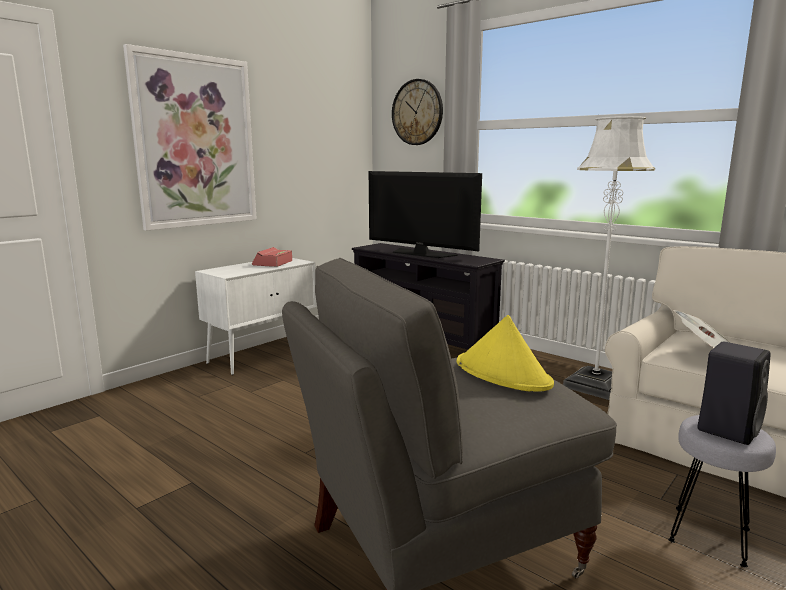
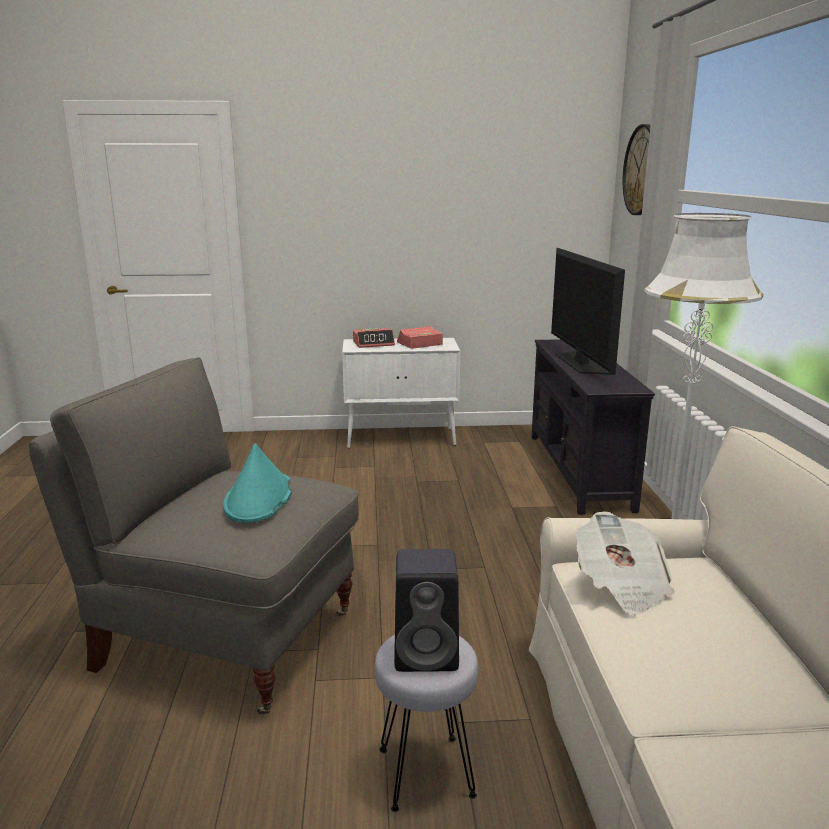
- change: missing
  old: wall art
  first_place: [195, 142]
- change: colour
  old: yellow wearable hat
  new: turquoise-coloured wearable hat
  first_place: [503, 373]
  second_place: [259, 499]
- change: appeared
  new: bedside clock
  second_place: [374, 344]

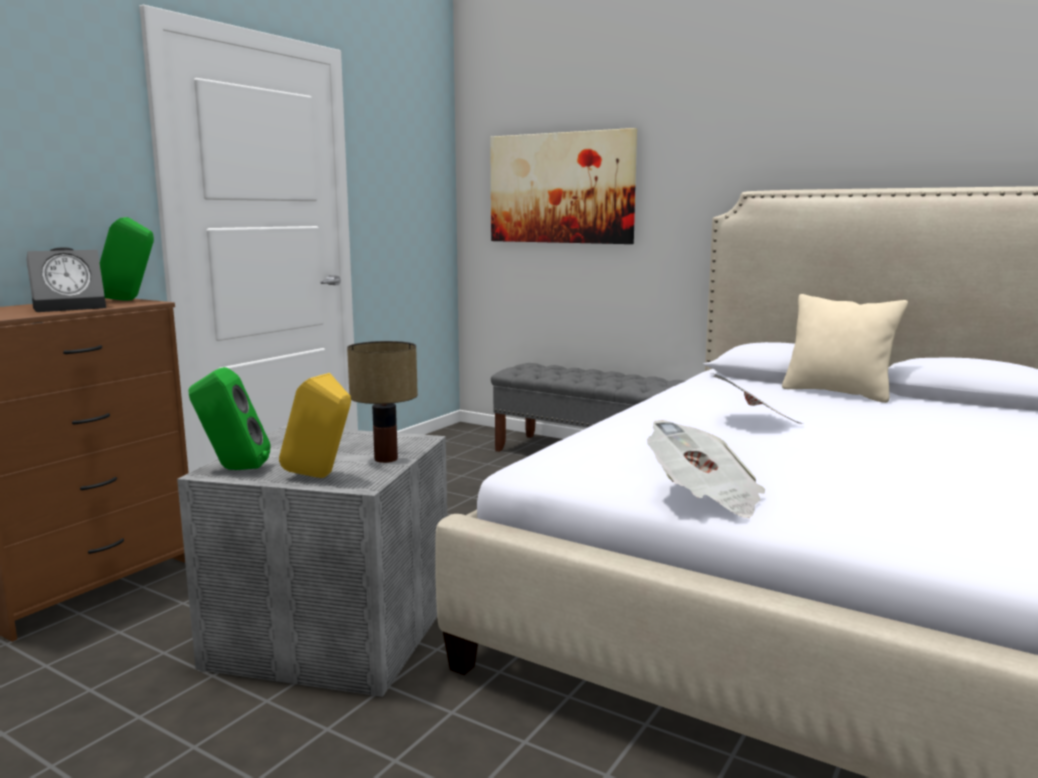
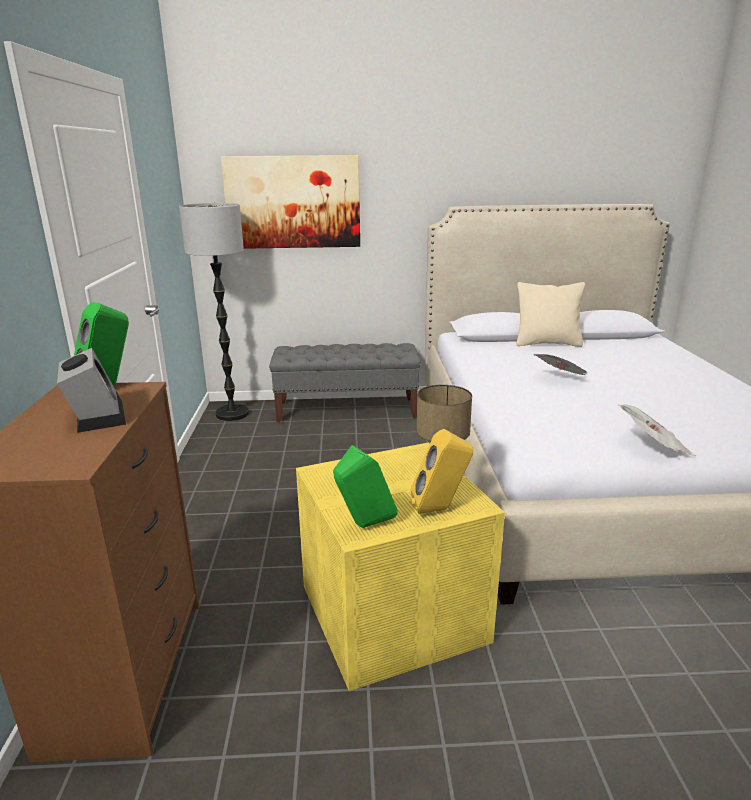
- change: spun
  old: bedside clock
  first_place: [71, 307]
  second_place: [96, 415]
  degrees: -45
- change: colour
  old: greyish storage bin
  new: yellow storage bin
  first_place: [331, 629]
  second_place: [389, 612]
- change: appeared
  new: standard lamp
  second_place: [232, 414]

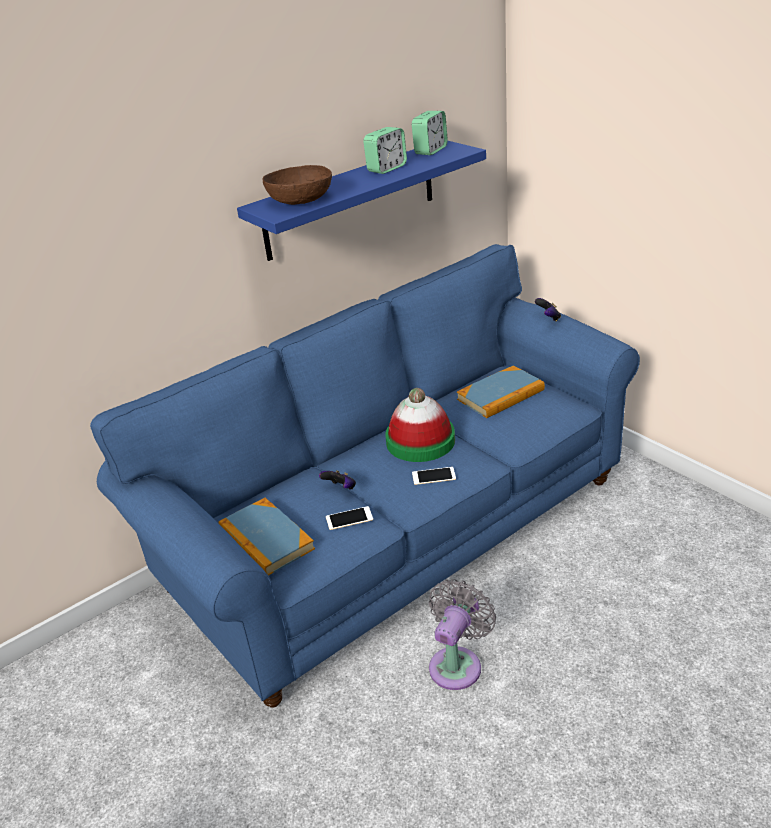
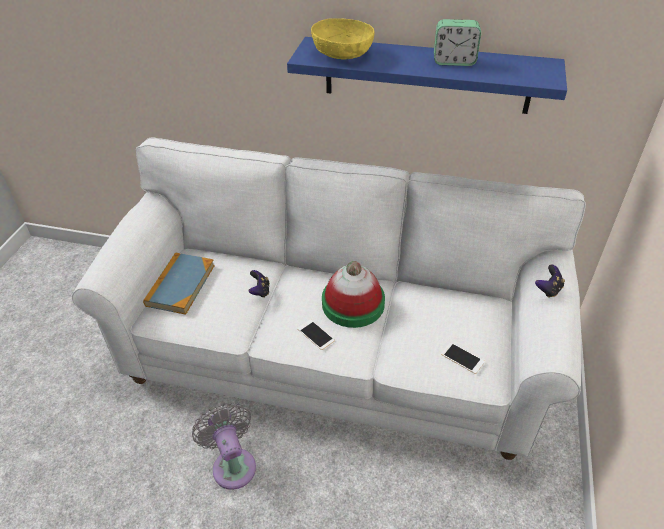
- change: missing
  old: bedside clock
  first_place: [430, 150]
- change: colour
  old: brown serving bowl
  new: yellow serving bowl
  first_place: [301, 200]
  second_place: [342, 54]
- change: colour
  old: bluish settee
  new: whitish settee
  first_place: [398, 535]
  second_place: [333, 354]
- change: missing
  old: volume
  first_place: [500, 395]
- change: relocated
  old: telephone
  first_place: [349, 518]
  second_place: [462, 358]
- change: spun
  old: greyish cooling fan
  first_place: [457, 664]
  second_place: [233, 464]
  degrees: -105

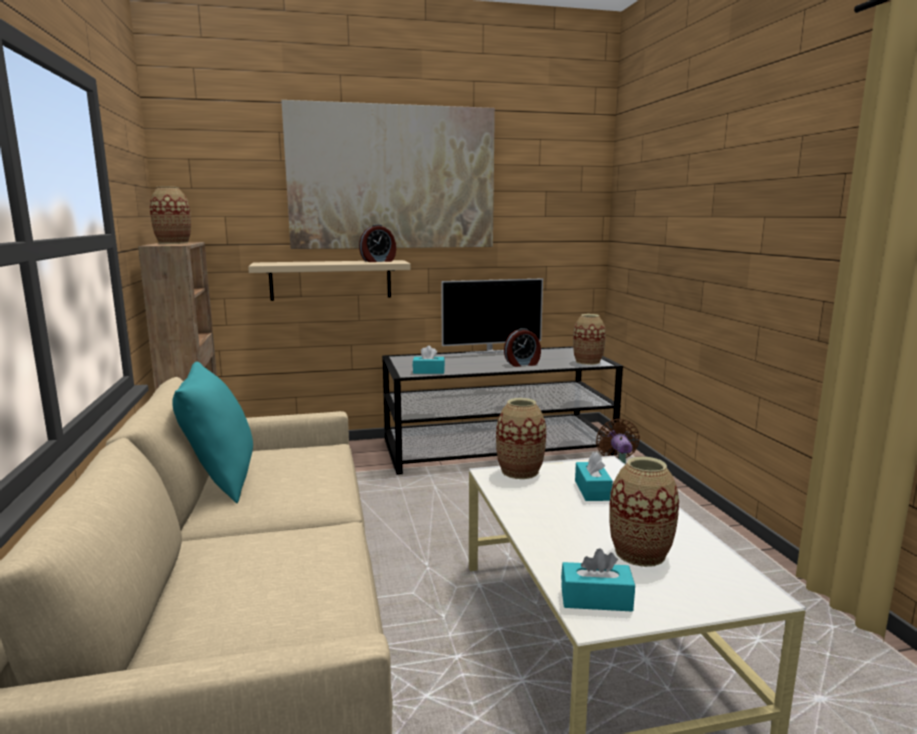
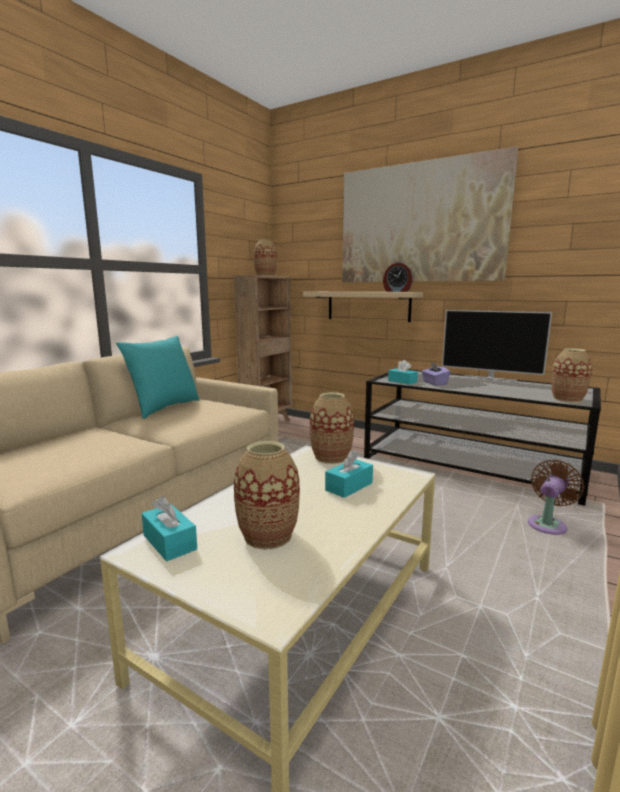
- change: missing
  old: bedside clock
  first_place: [522, 364]
- change: appeared
  new: purple tissue holder
  second_place: [434, 383]

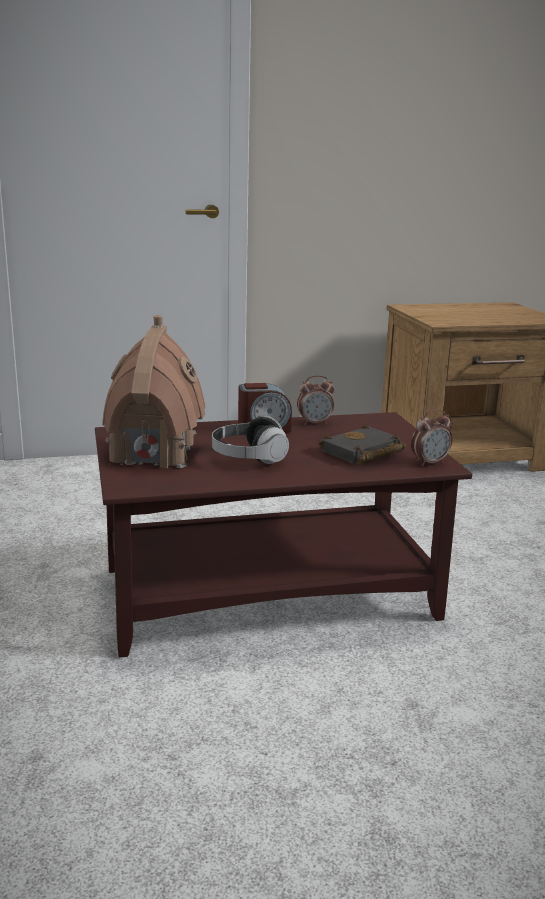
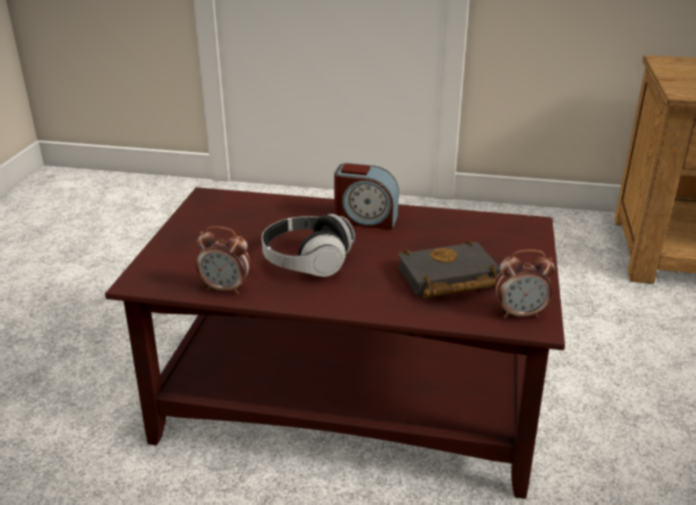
- change: missing
  old: miniature house
  first_place: [152, 452]
- change: relocated
  old: bedside clock
  first_place: [314, 423]
  second_place: [226, 288]

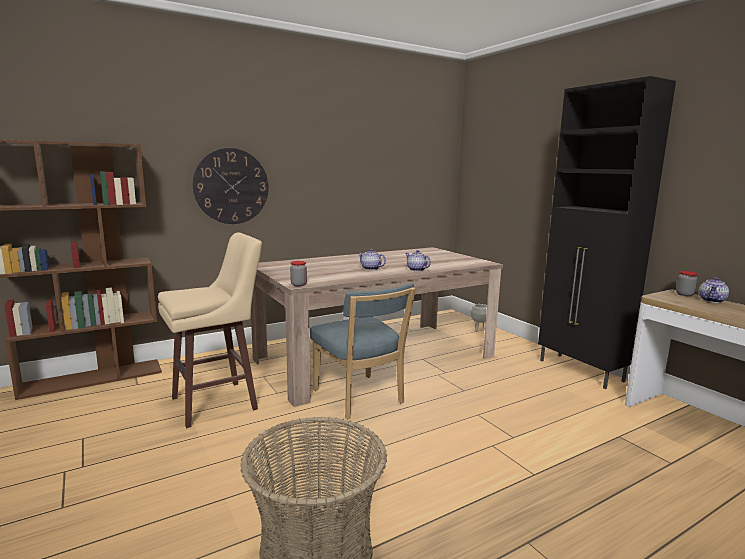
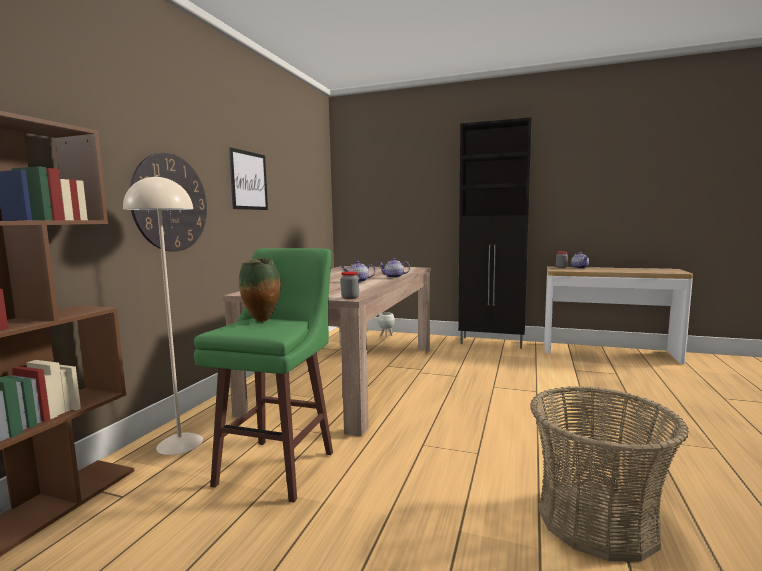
- change: colour
  old: beige-coloured sitting stool
  new: green-coloured sitting stool
  first_place: [217, 403]
  second_place: [278, 467]
- change: missing
  old: bluish upright chair
  first_place: [360, 398]
- change: appeared
  new: wall art
  second_place: [248, 180]
- change: appeared
  new: beige-coloured standard lamp
  second_place: [180, 443]
- change: appeared
  new: decorative vase
  second_place: [262, 321]

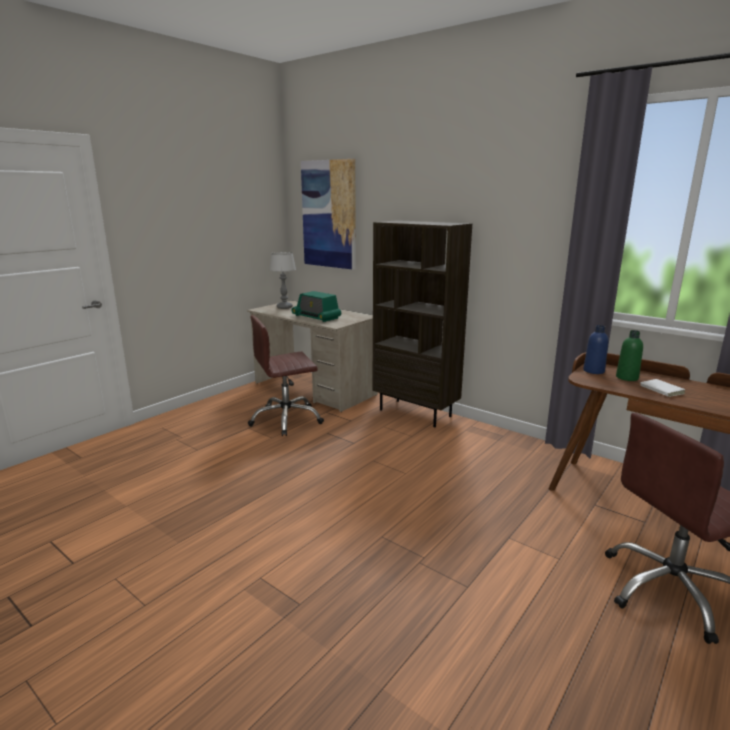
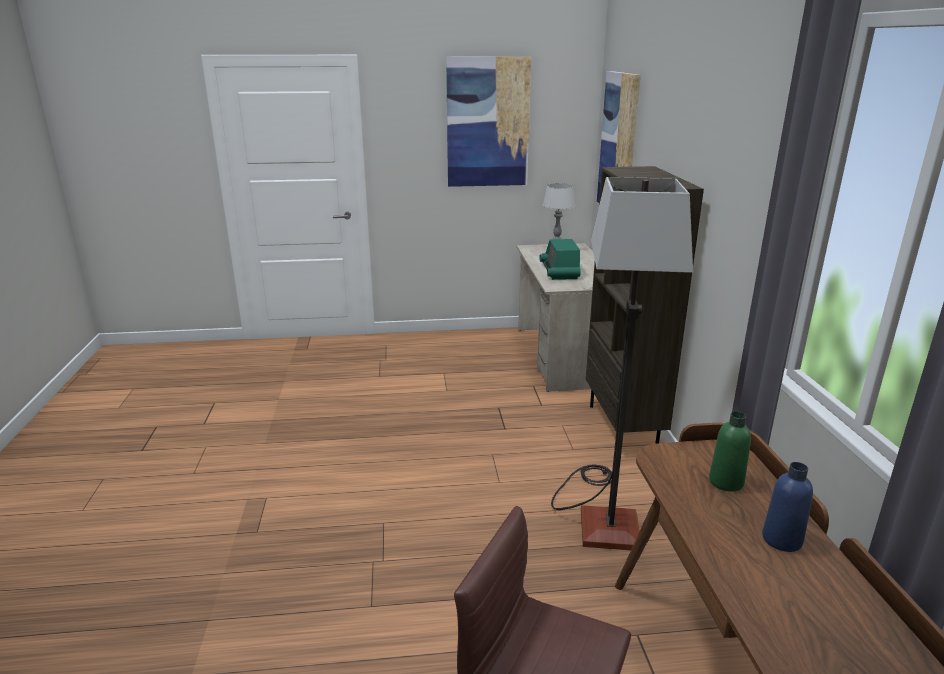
- change: missing
  old: brown desk chair
  first_place: [286, 419]
- change: relocated
  old: bluish bottle
  first_place: [593, 371]
  second_place: [782, 539]
- change: missing
  old: whitish volume
  first_place: [660, 390]
- change: appeared
  new: wall art
  second_place: [487, 123]
- change: appeared
  new: standard lamp
  second_place: [602, 516]

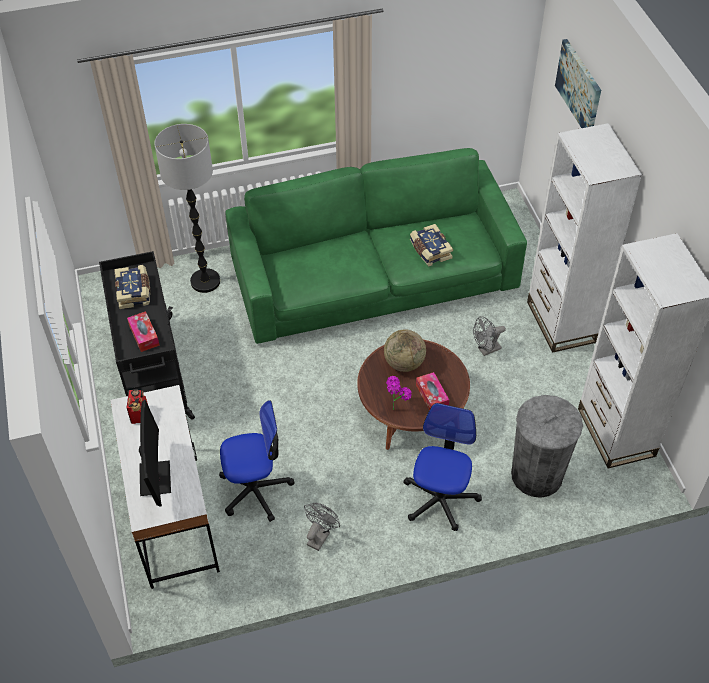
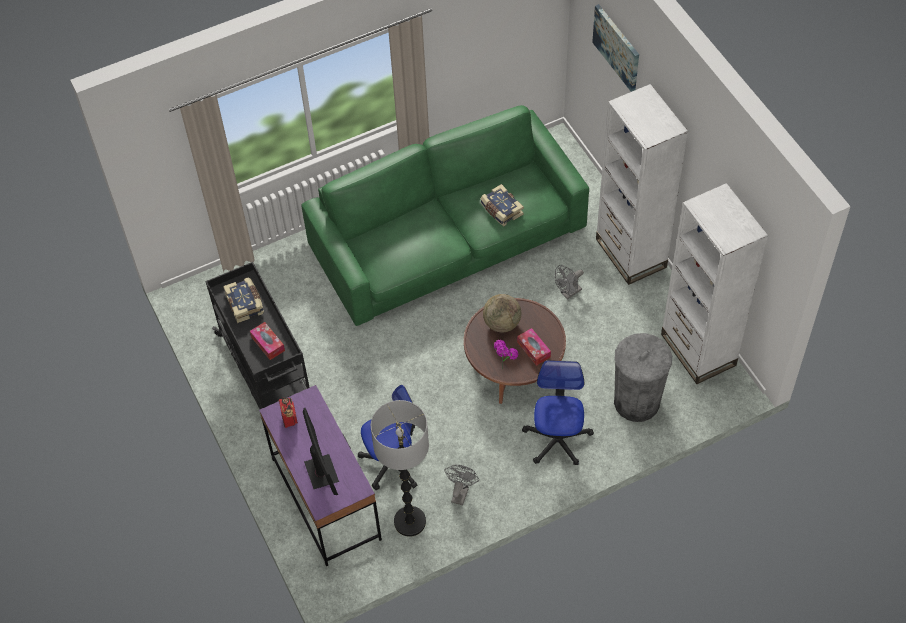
- change: relocated
  old: standard lamp
  first_place: [205, 281]
  second_place: [410, 521]
- change: colour
  old: whitish desk table
  new: purple desk table
  first_place: [173, 515]
  second_place: [326, 499]

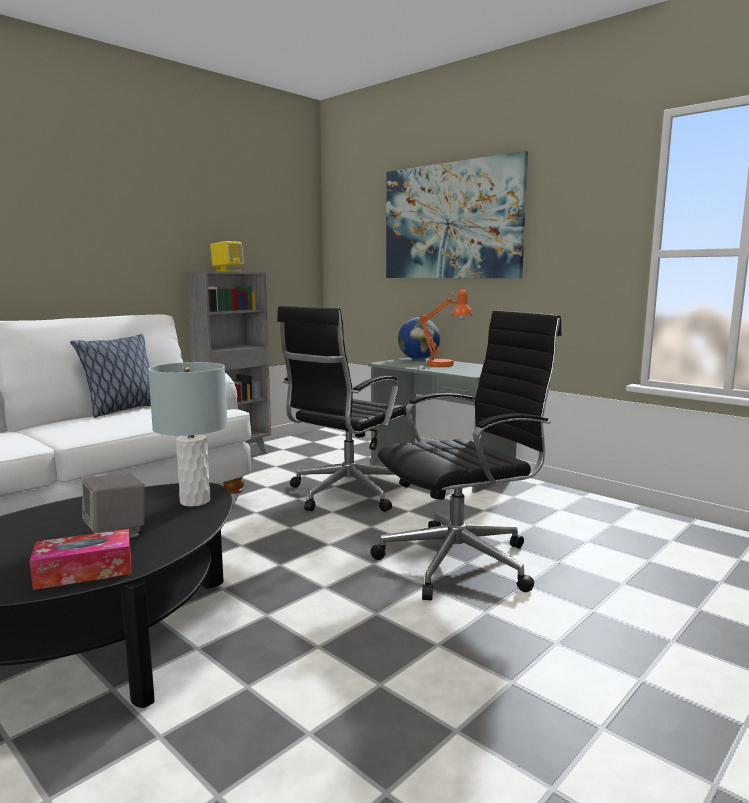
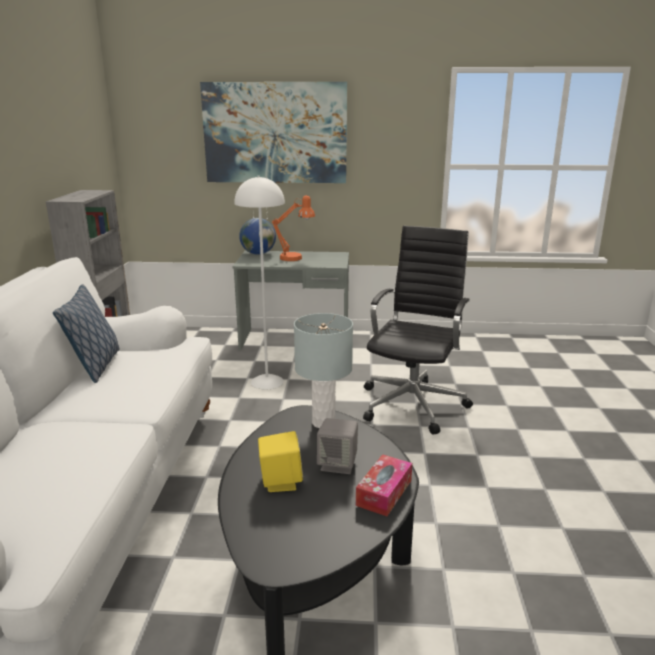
- change: relocated
  old: yellow audio speaker
  first_place: [227, 271]
  second_place: [280, 481]
- change: exchanged
  old: black-coloured desk chair
  new: whitish standard lamp
  first_place: [345, 494]
  second_place: [266, 382]

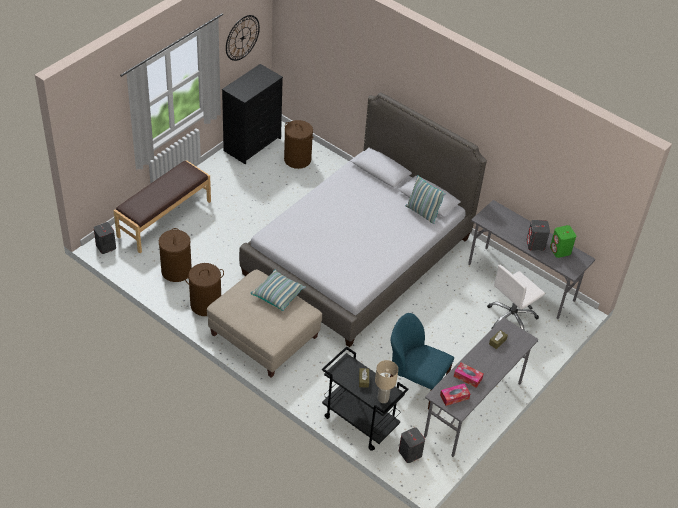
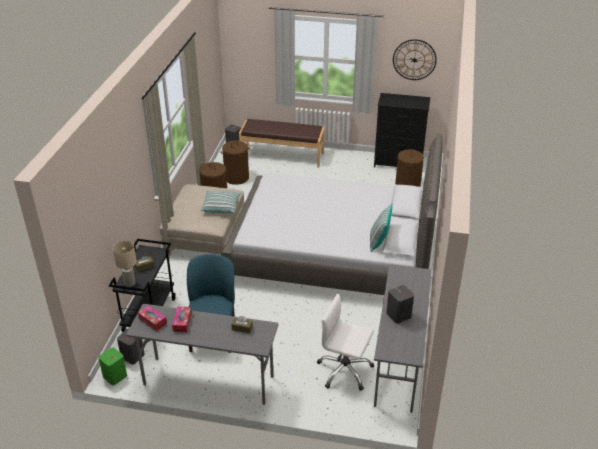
- change: relocated
  old: green-coloured audio speaker
  first_place: [560, 251]
  second_place: [114, 376]

